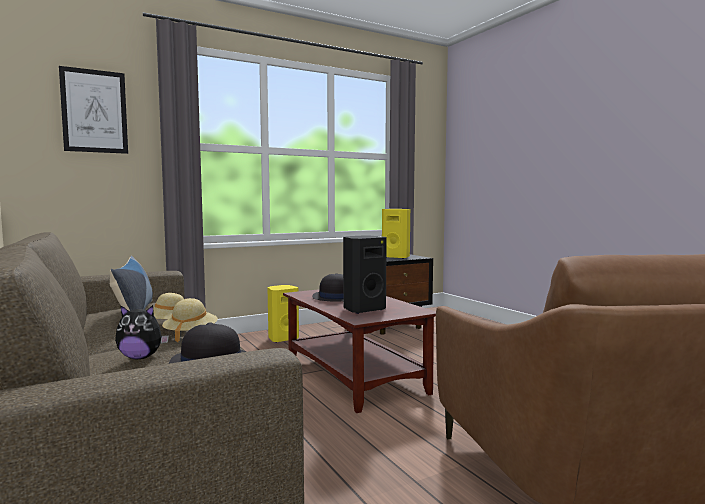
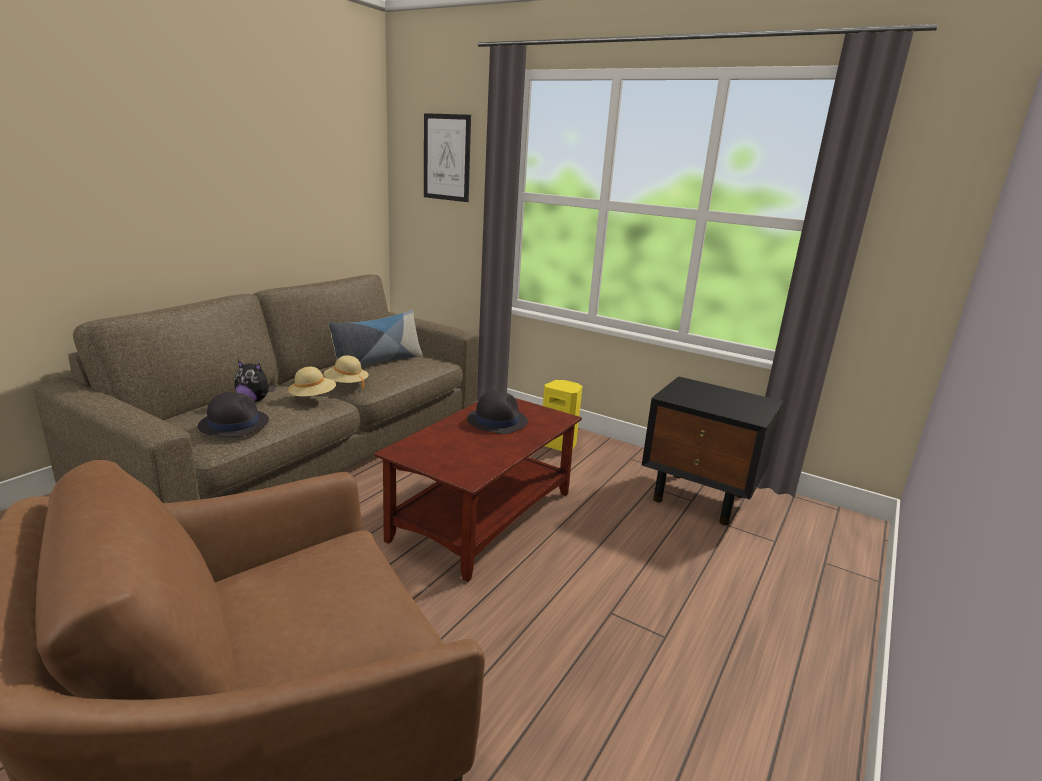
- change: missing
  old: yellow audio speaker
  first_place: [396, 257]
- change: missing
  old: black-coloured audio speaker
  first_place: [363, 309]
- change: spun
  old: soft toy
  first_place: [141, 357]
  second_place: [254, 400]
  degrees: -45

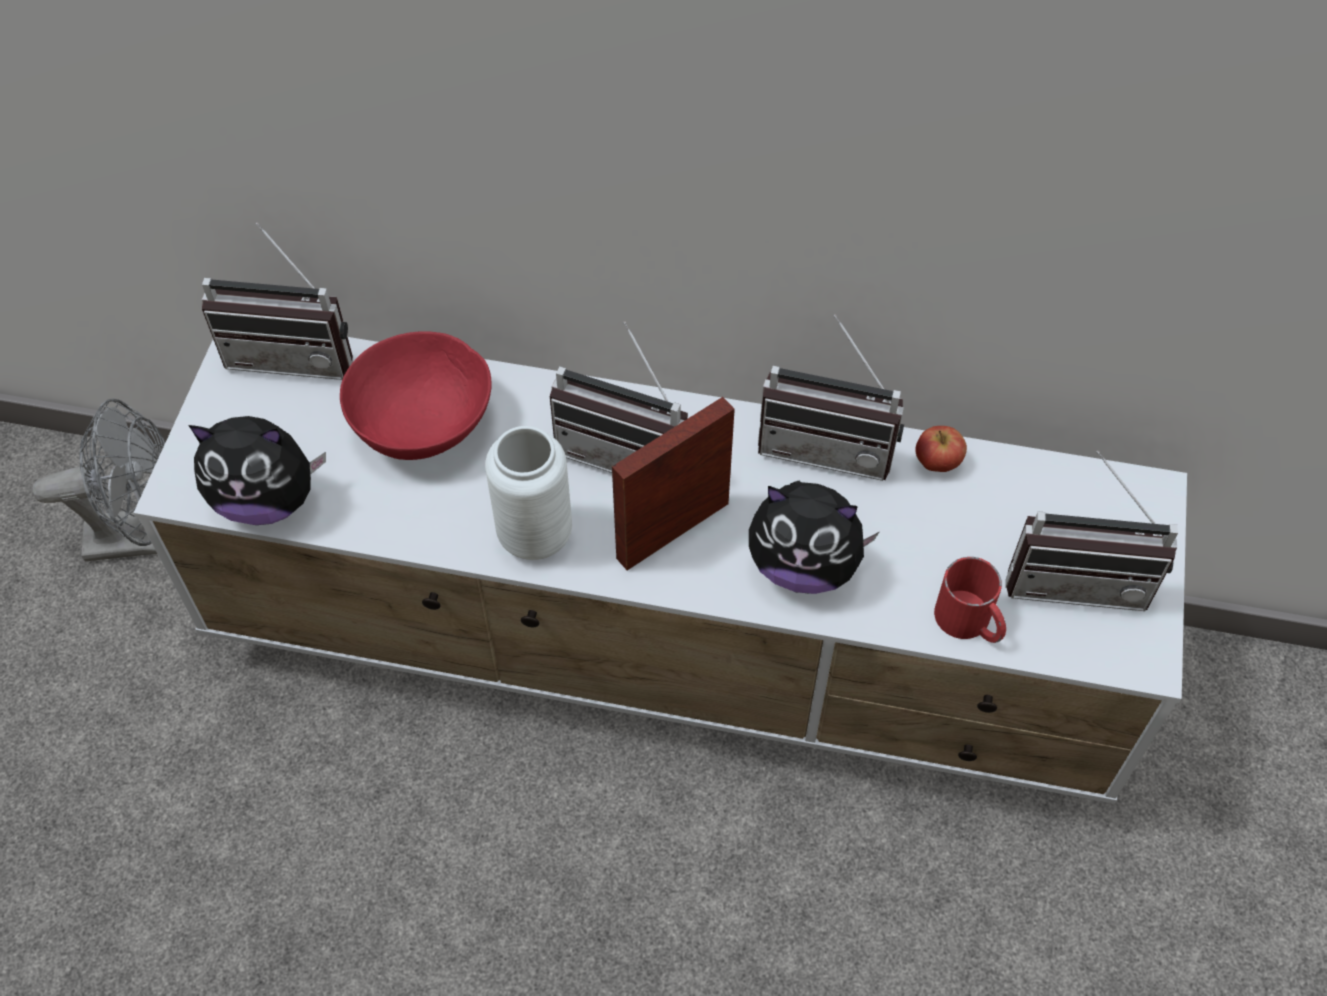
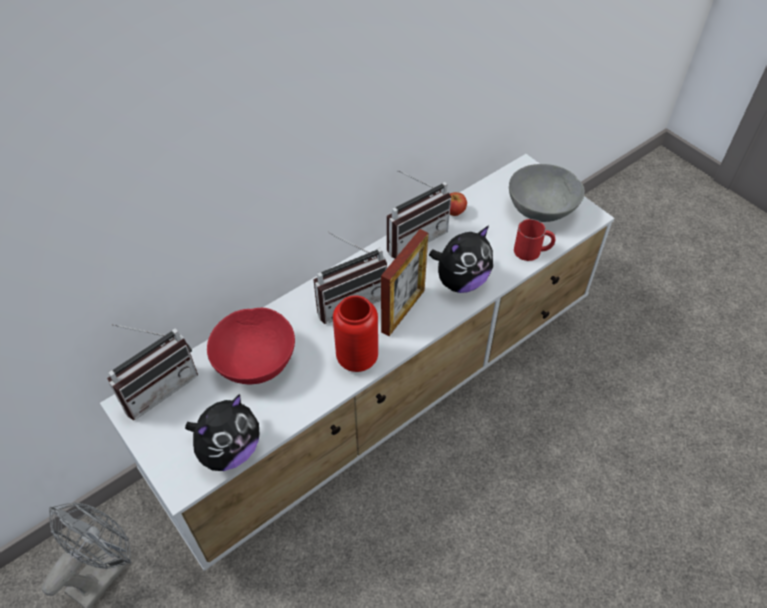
- change: spun
  old: photo frame
  first_place: [673, 531]
  second_place: [403, 311]
  degrees: -150
- change: colour
  old: whitish decorative vase
  new: reddish decorative vase
  first_place: [535, 535]
  second_place: [357, 358]
- change: exchanged
  old: radio set
  new: greyish serving bowl
  first_place: [1077, 577]
  second_place: [541, 209]

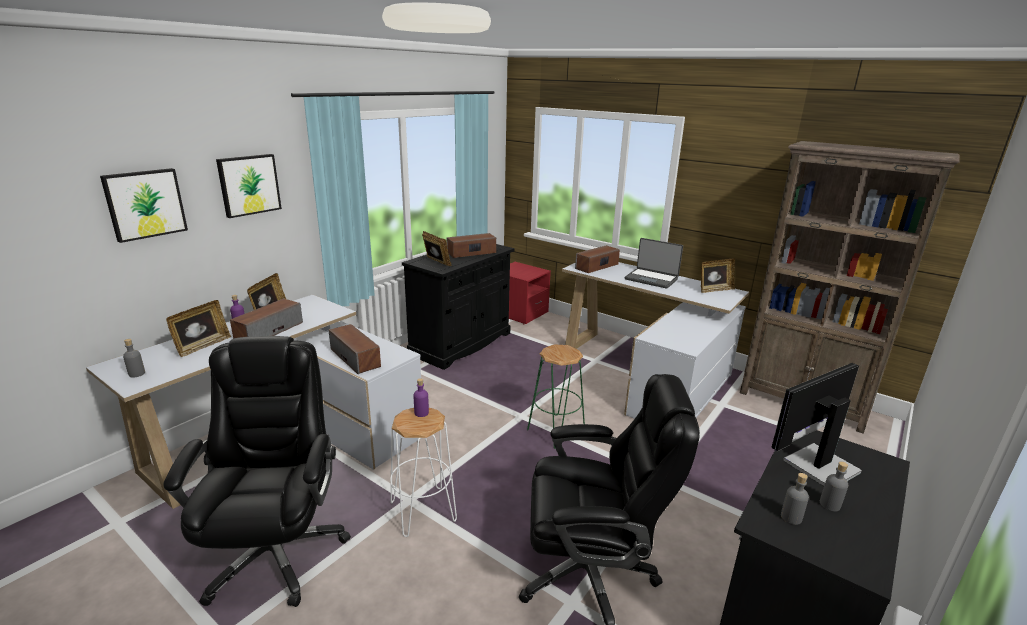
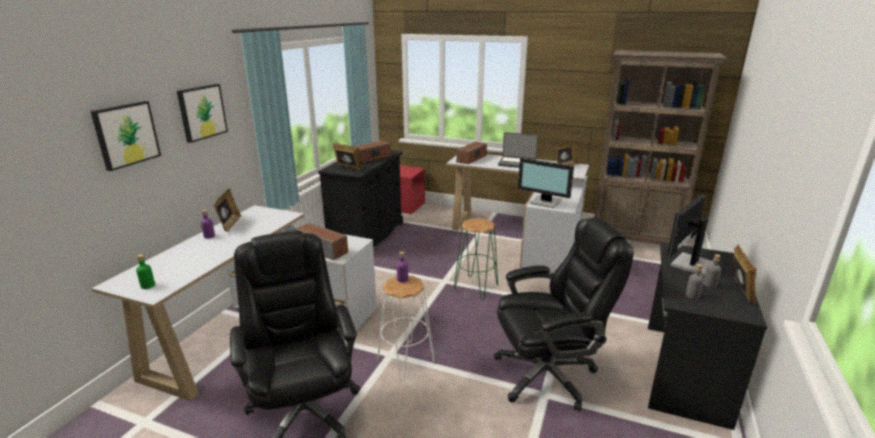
- change: missing
  old: audio speaker
  first_place: [269, 331]
- change: relocated
  old: photo frame
  first_place: [202, 346]
  second_place: [739, 291]
- change: colour
  old: greyish bottle
  new: green-coloured bottle
  first_place: [137, 374]
  second_place: [148, 285]
- change: appeared
  new: computer display
  second_place: [545, 202]

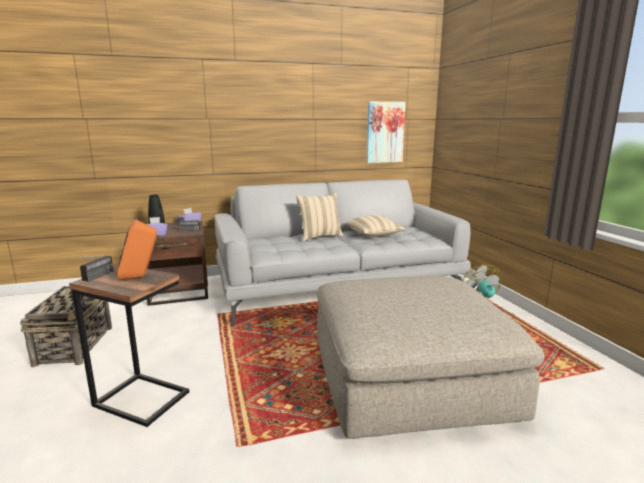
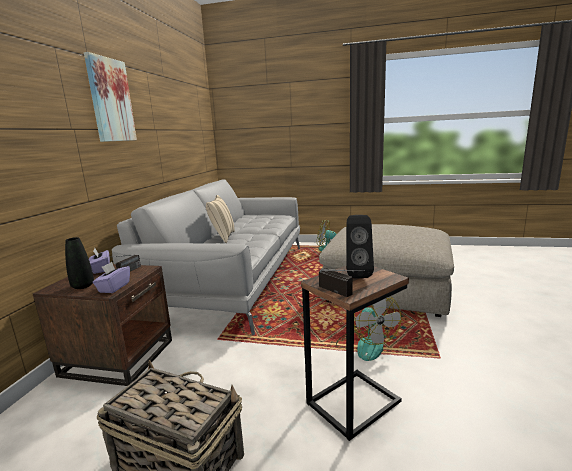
- change: relocated
  old: wall art
  first_place: [385, 132]
  second_place: [110, 100]
- change: missing
  old: beige-coloured pillow
  first_place: [374, 235]
- change: colour
  old: orange-coloured audio speaker
  new: black-coloured audio speaker
  first_place: [139, 277]
  second_place: [358, 273]
- change: appeared
  new: cooling fan
  second_place: [365, 344]

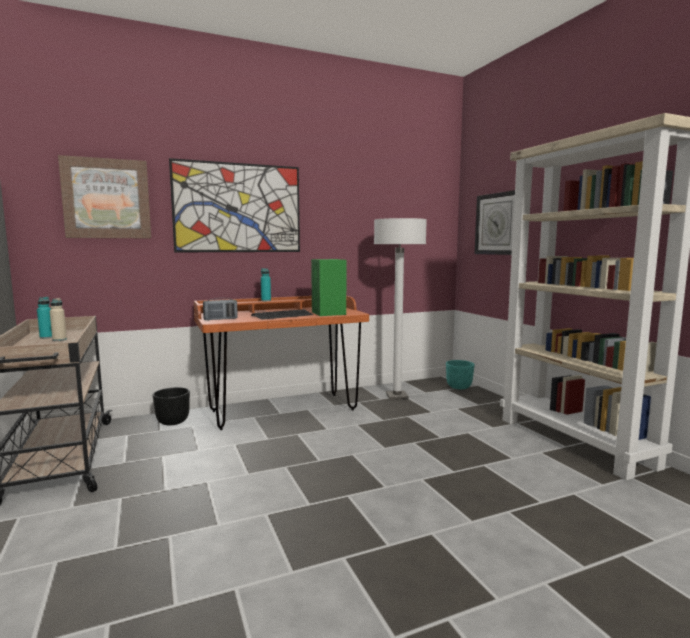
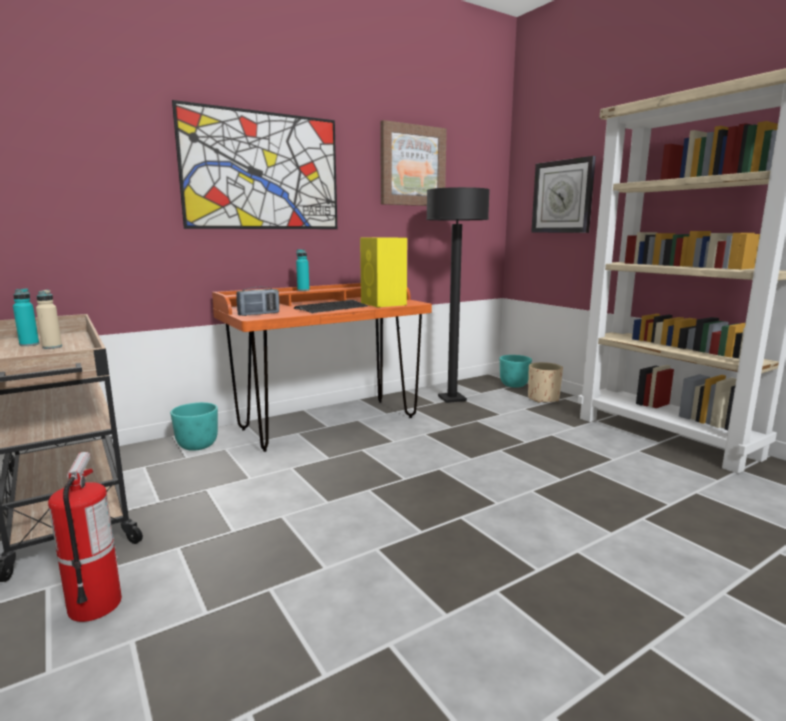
- change: relocated
  old: wall art
  first_place: [107, 199]
  second_place: [412, 166]
- change: colour
  old: whitish standard lamp
  new: black-coloured standard lamp
  first_place: [397, 396]
  second_place: [452, 399]
- change: colour
  old: green-coloured audio speaker
  new: yellow audio speaker
  first_place: [329, 313]
  second_place: [384, 304]
- change: colour
  old: black-coloured plant pot
  new: turquoise-coloured plant pot
  first_place: [172, 422]
  second_place: [197, 446]
- change: appeared
  new: beige-coloured plant pot
  second_place: [543, 399]
- change: appeared
  new: fire-fighting cylinder
  second_place: [95, 604]

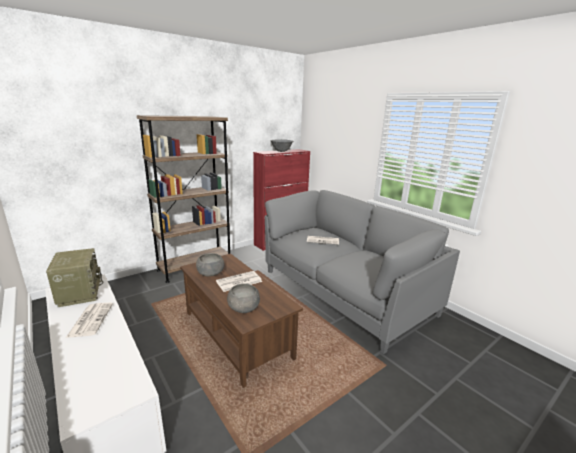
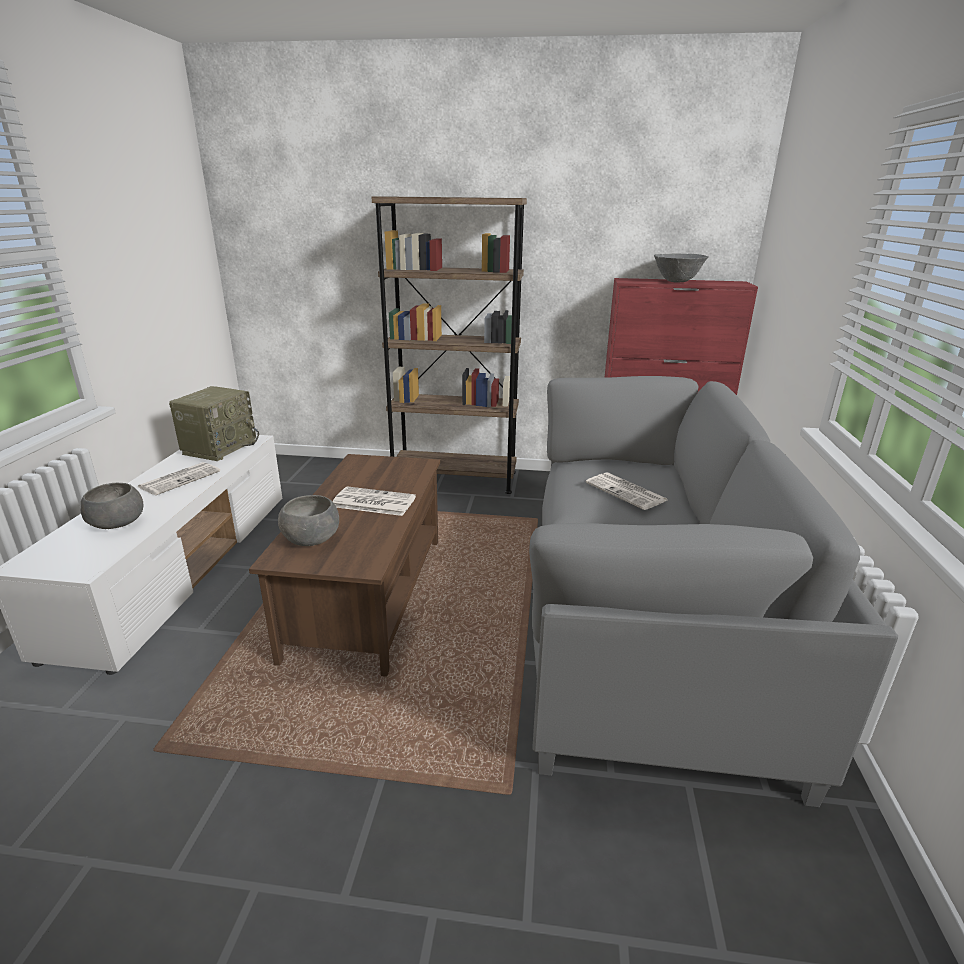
- change: relocated
  old: greyish serving bowl
  first_place: [210, 273]
  second_place: [116, 523]

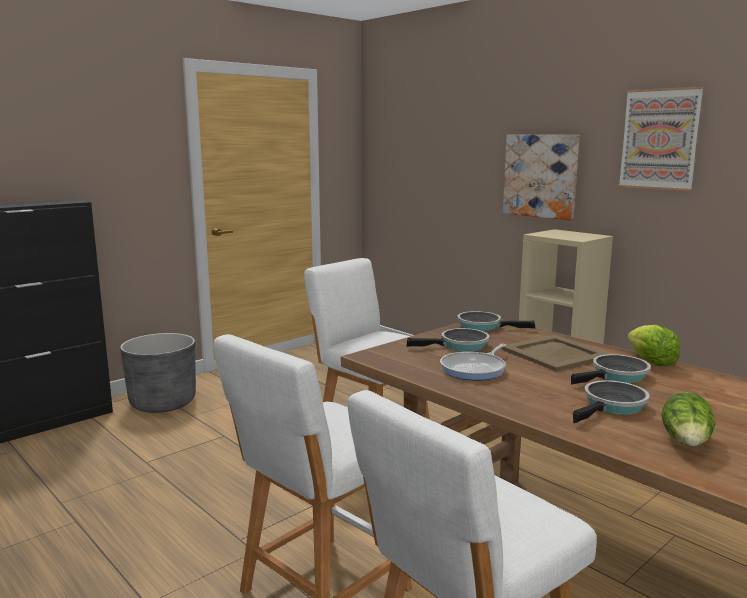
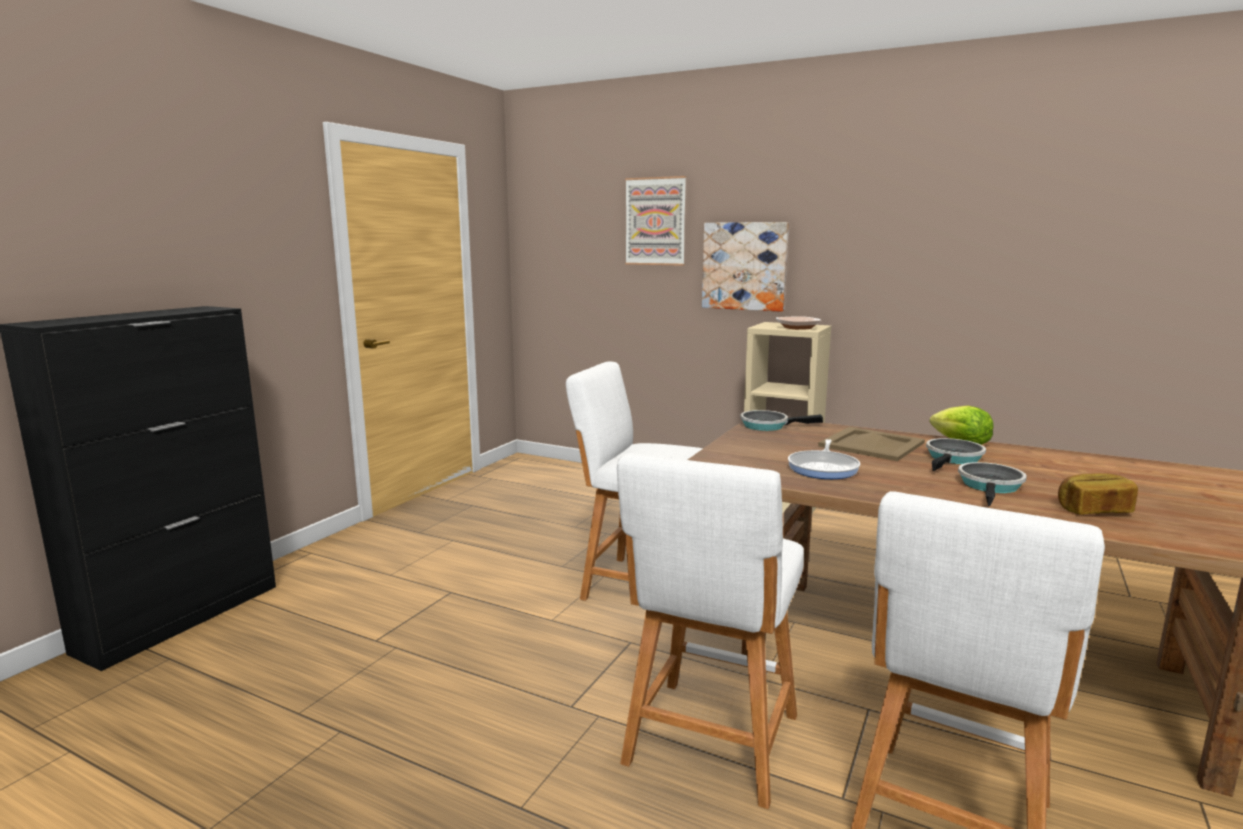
- change: relocated
  old: wall art
  first_place: [659, 139]
  second_place: [655, 221]
- change: missing
  old: skillet
  first_place: [460, 345]
- change: missing
  old: greyish plant pot
  first_place: [163, 403]
- change: exchanged
  old: lettuce
  new: baked bread
  first_place: [687, 443]
  second_place: [1093, 510]
- change: appeared
  new: serving bowl
  second_place: [797, 328]

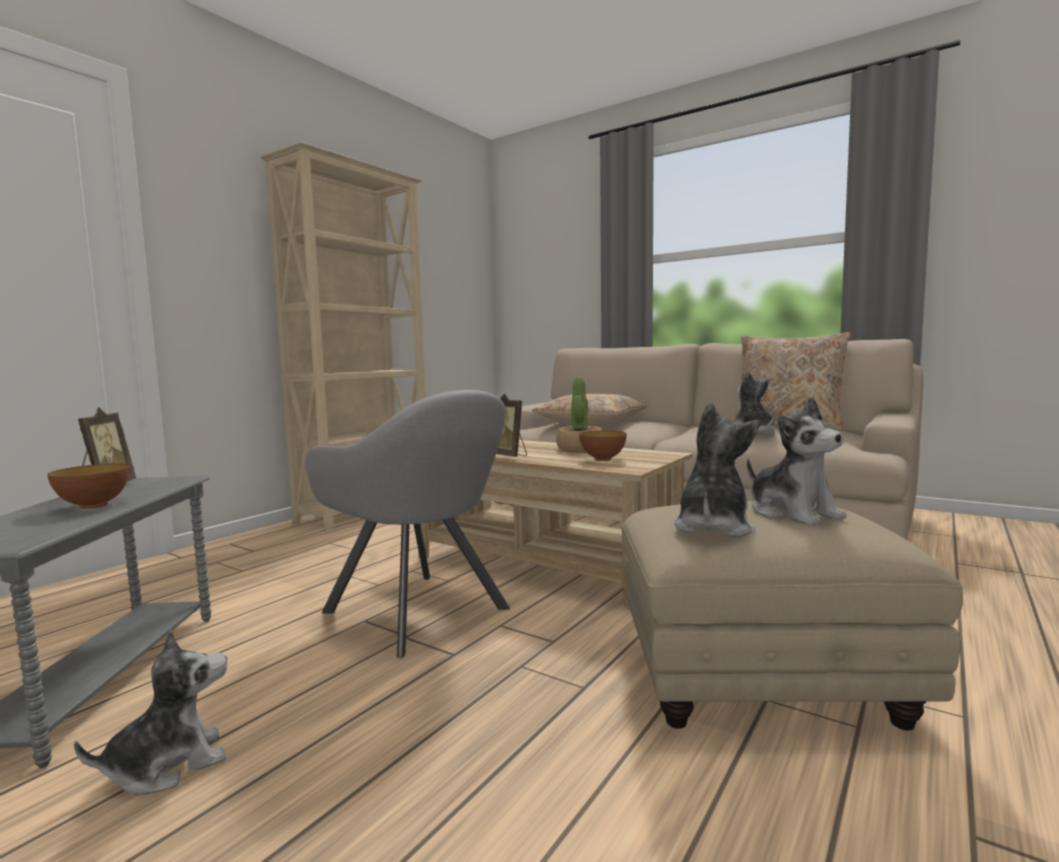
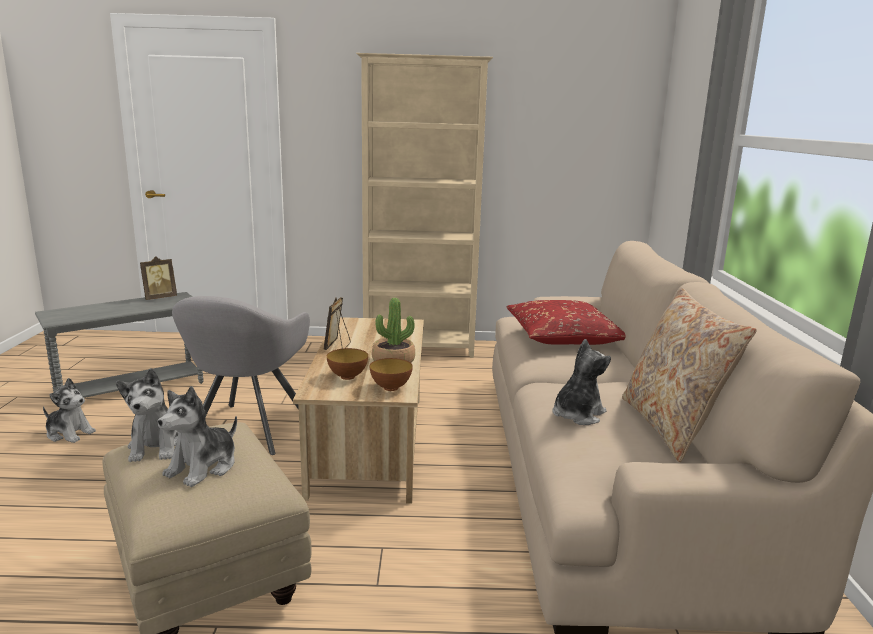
- change: colour
  old: beige-coloured pillow
  new: reddish pillow
  first_place: [591, 422]
  second_place: [563, 336]
- change: spun
  old: soft toy
  first_place: [712, 527]
  second_place: [157, 446]
  degrees: 90
- change: relocated
  old: serving bowl
  first_place: [93, 506]
  second_place: [390, 388]

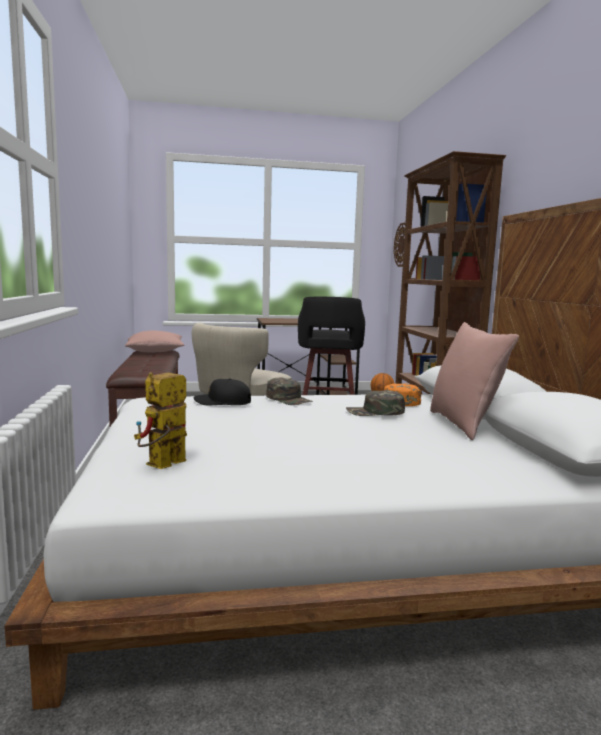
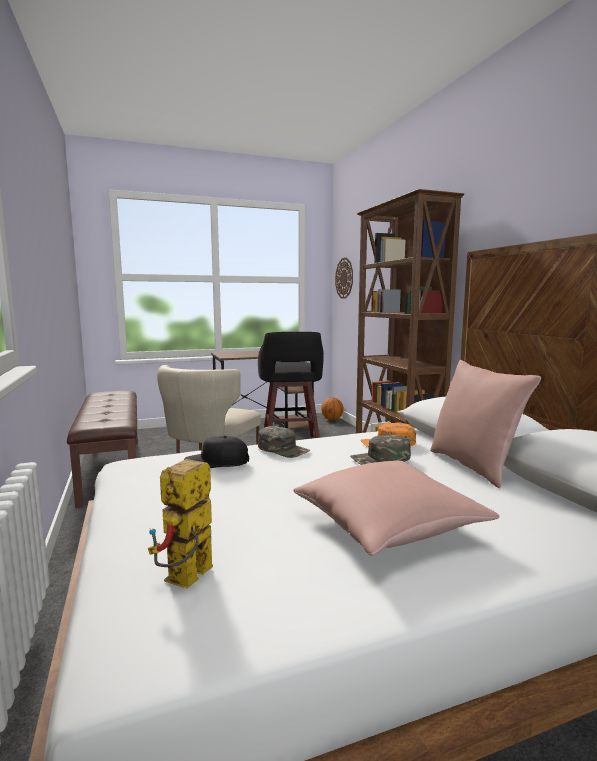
- change: relocated
  old: pink pillow
  first_place: [155, 351]
  second_place: [388, 525]

